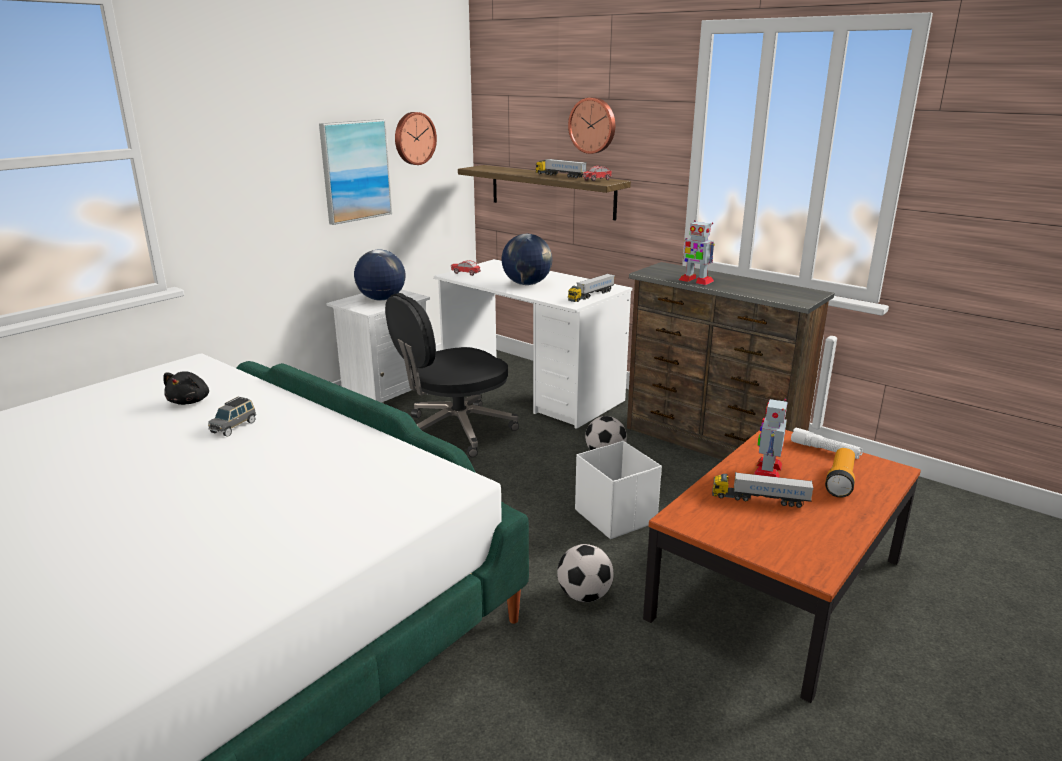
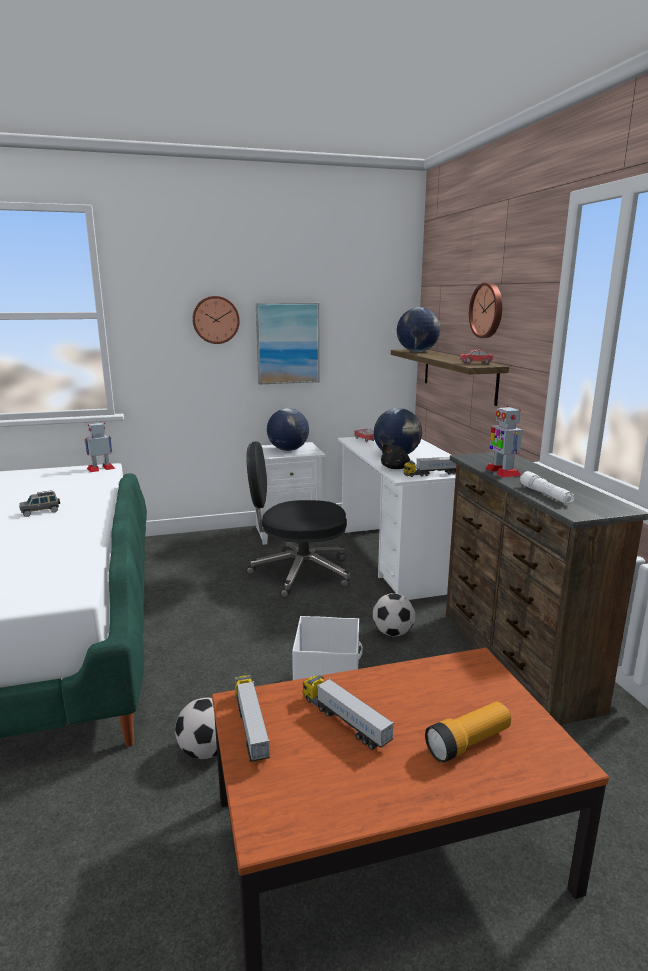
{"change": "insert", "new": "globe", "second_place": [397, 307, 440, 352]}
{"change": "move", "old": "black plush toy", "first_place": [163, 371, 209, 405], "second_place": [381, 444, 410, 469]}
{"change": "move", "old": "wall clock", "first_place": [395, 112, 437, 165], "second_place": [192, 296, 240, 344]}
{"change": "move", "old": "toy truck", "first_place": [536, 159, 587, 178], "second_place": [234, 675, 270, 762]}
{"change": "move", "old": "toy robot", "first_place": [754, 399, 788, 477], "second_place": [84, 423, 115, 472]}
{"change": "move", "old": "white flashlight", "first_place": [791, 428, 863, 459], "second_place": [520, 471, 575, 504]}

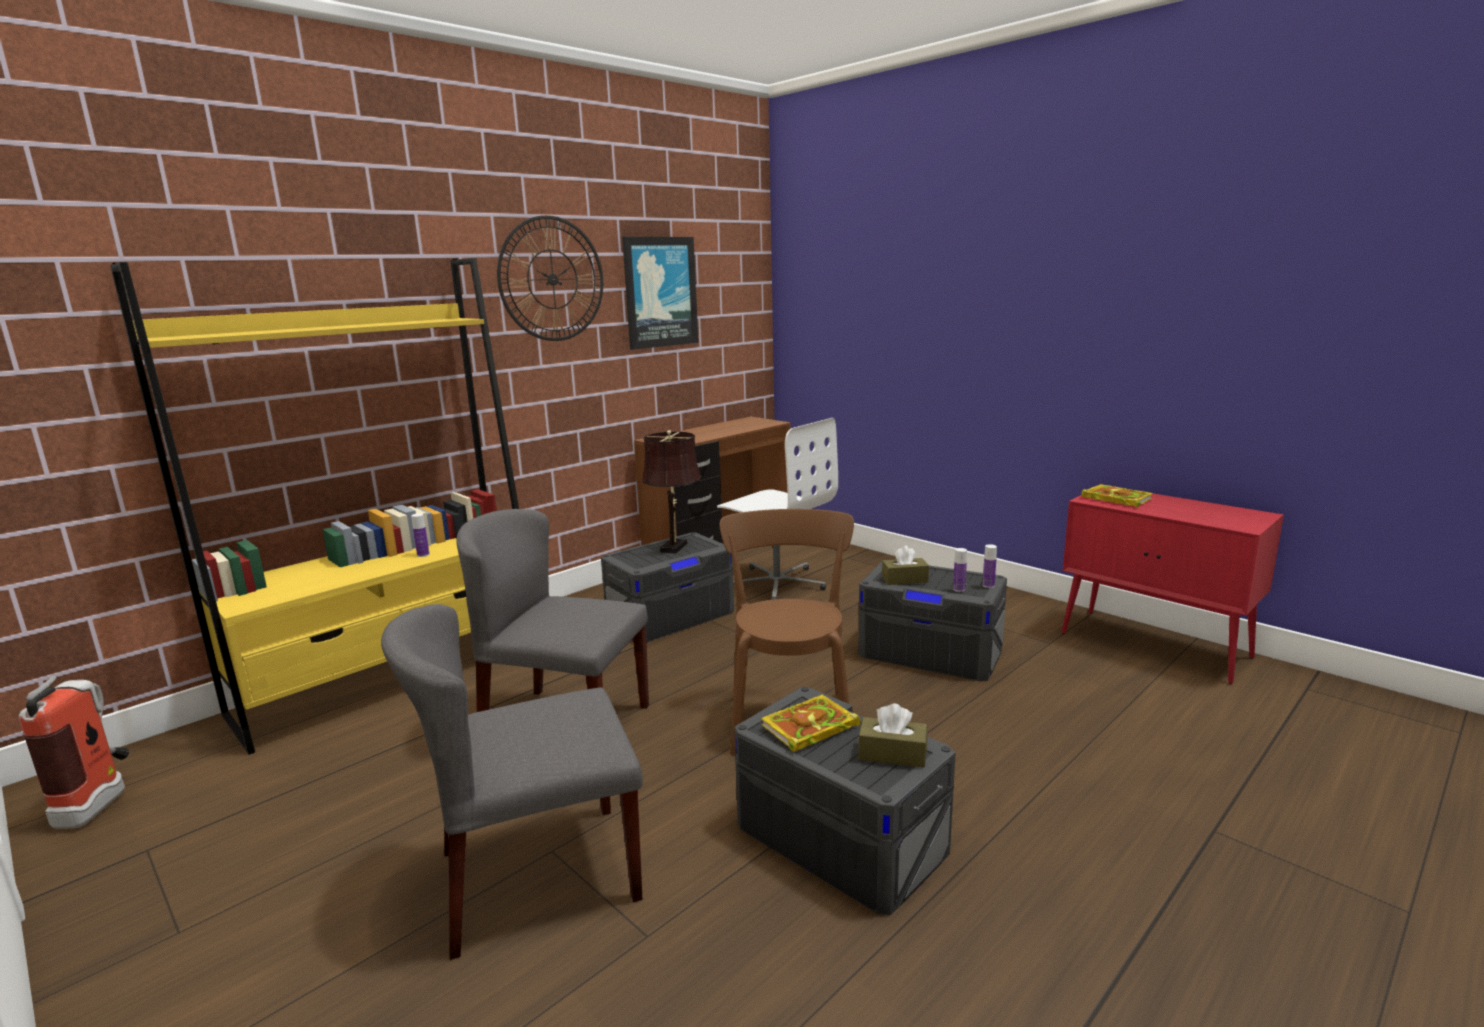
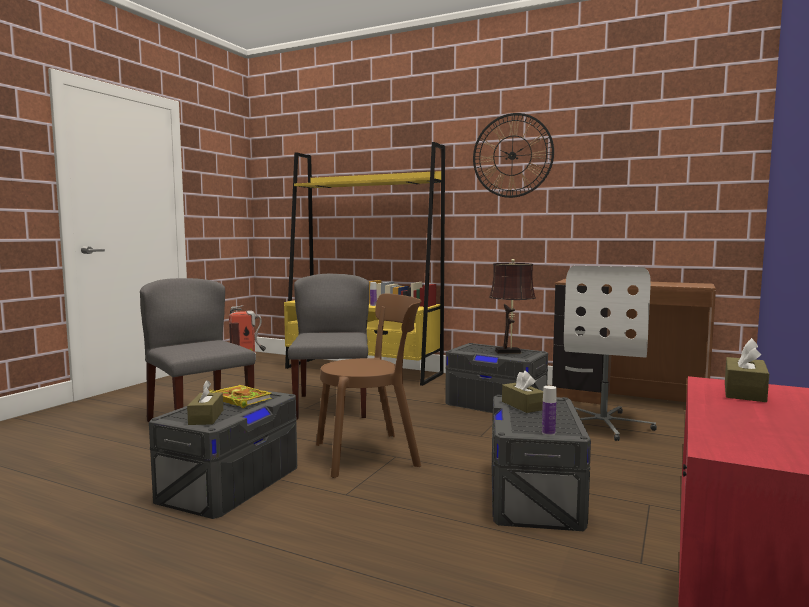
{"change": "delete", "old": "picture", "first_place": [622, 237, 698, 350]}
{"change": "delete", "old": "bottle", "first_place": [953, 548, 967, 592]}
{"change": "replace", "old": "book", "new": "brown tissue box", "first_place": [1081, 484, 1153, 508], "second_place": [725, 338, 769, 402]}

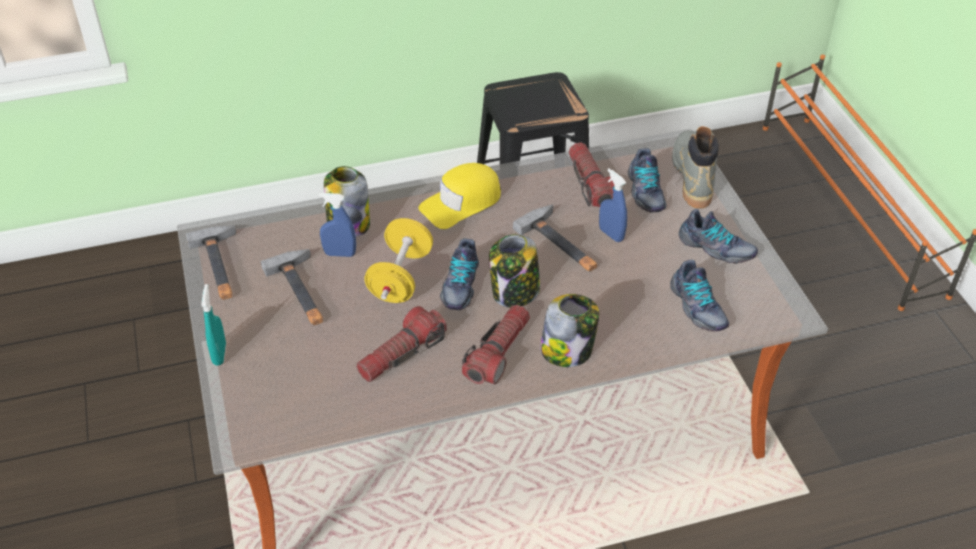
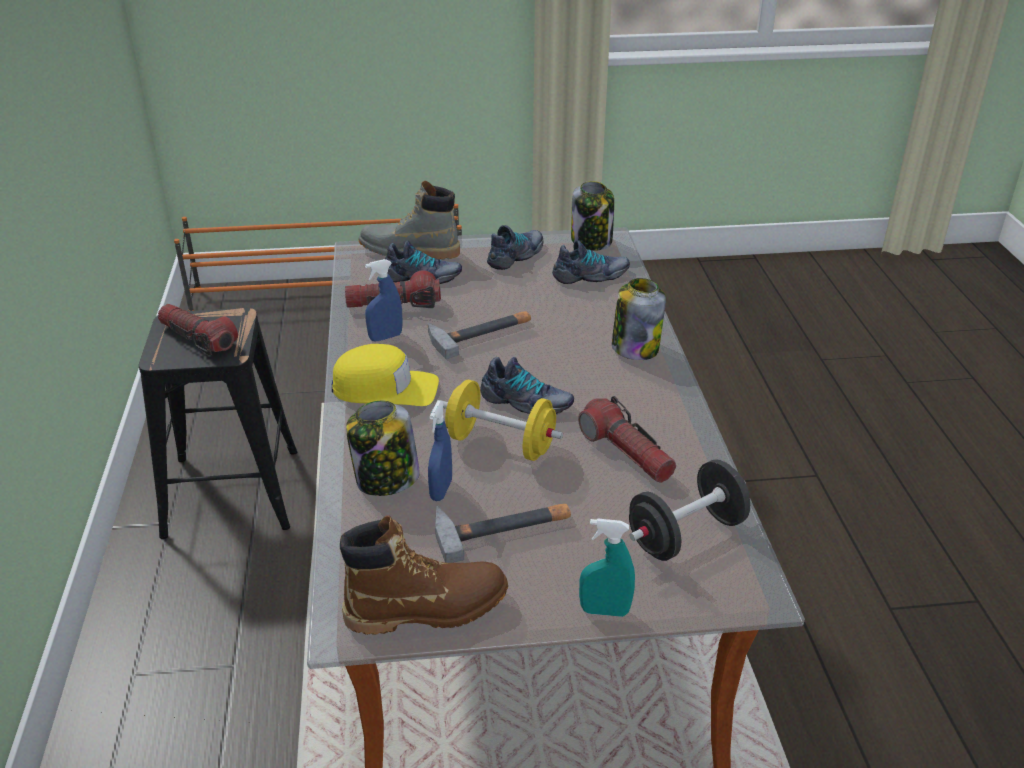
{"change": "insert", "new": "black dumbbell", "second_place": [629, 459, 750, 561]}
{"change": "move", "old": "flashlight", "first_place": [462, 305, 530, 384], "second_place": [158, 304, 238, 356]}
{"change": "move", "old": "jar", "first_place": [489, 234, 540, 308], "second_place": [571, 181, 614, 251]}
{"change": "move", "old": "blue spray bottle", "first_place": [599, 168, 627, 242], "second_place": [365, 259, 403, 341]}
{"change": "replace", "old": "hammer", "new": "brown boot", "first_place": [186, 226, 237, 300], "second_place": [340, 516, 508, 635]}
{"change": "rotate", "old": "yellow cap", "first_place": [418, 163, 501, 229], "second_place": [332, 344, 439, 406], "degrees": -60}

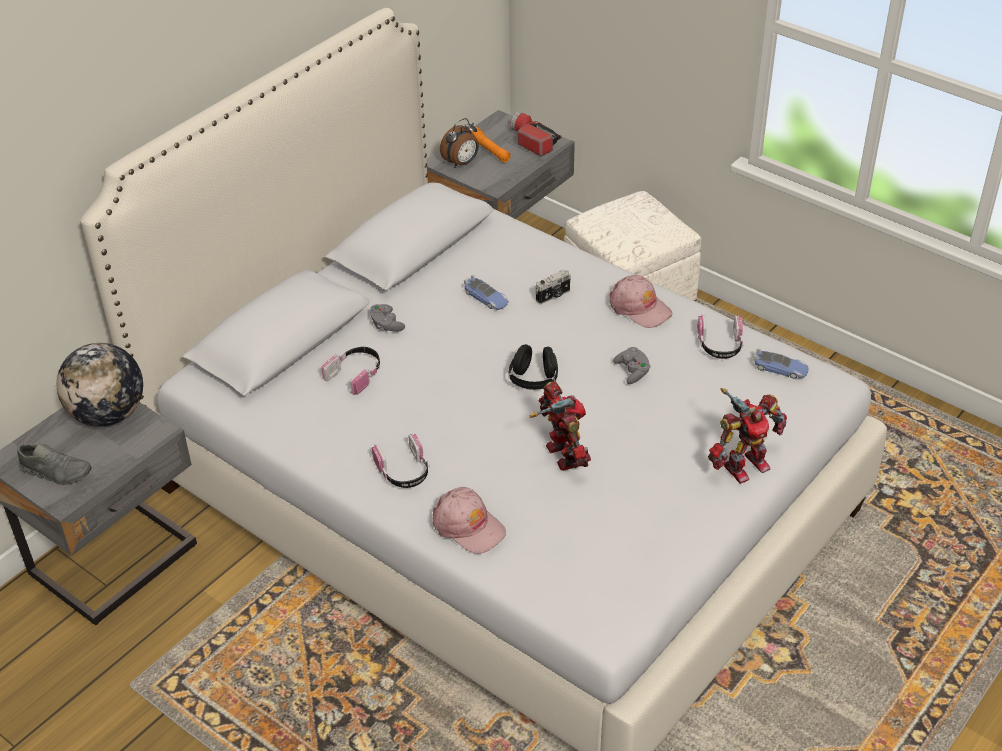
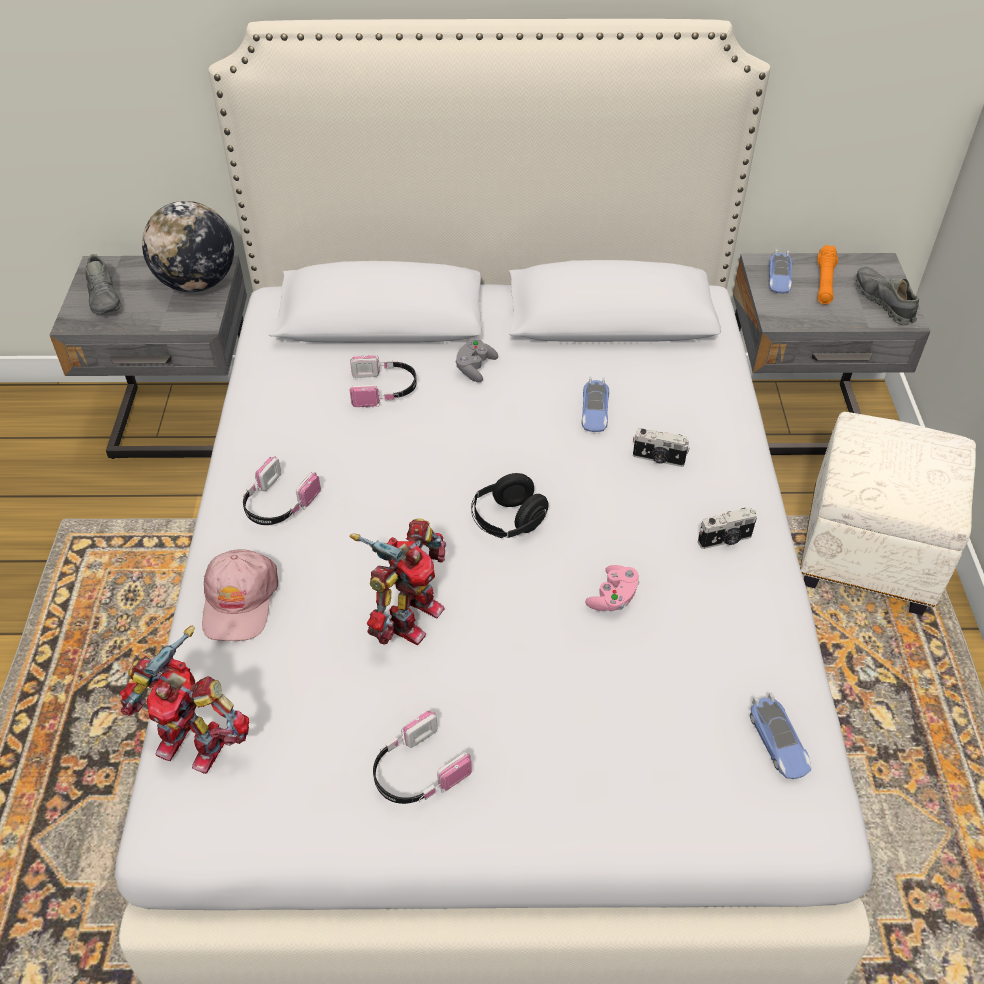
{"change": "move", "old": "headphones", "first_place": [698, 314, 743, 359], "second_place": [373, 711, 472, 804]}
{"change": "move", "old": "toy robot", "first_place": [708, 388, 787, 484], "second_place": [120, 626, 249, 774]}
{"change": "replace", "old": "alarm clock", "new": "toy car", "first_place": [440, 118, 479, 168], "second_place": [768, 249, 793, 293]}
{"change": "replace", "old": "flashlight", "new": "grey shoe", "first_place": [510, 111, 562, 156], "second_place": [856, 267, 919, 325]}
{"change": "replace", "old": "pink cap", "new": "photo camera", "first_place": [610, 275, 672, 328], "second_place": [698, 507, 757, 549]}
{"change": "recolor", "old": "grey game controller", "new": "pink game controller", "first_place": [613, 347, 650, 384], "second_place": [585, 565, 639, 611]}

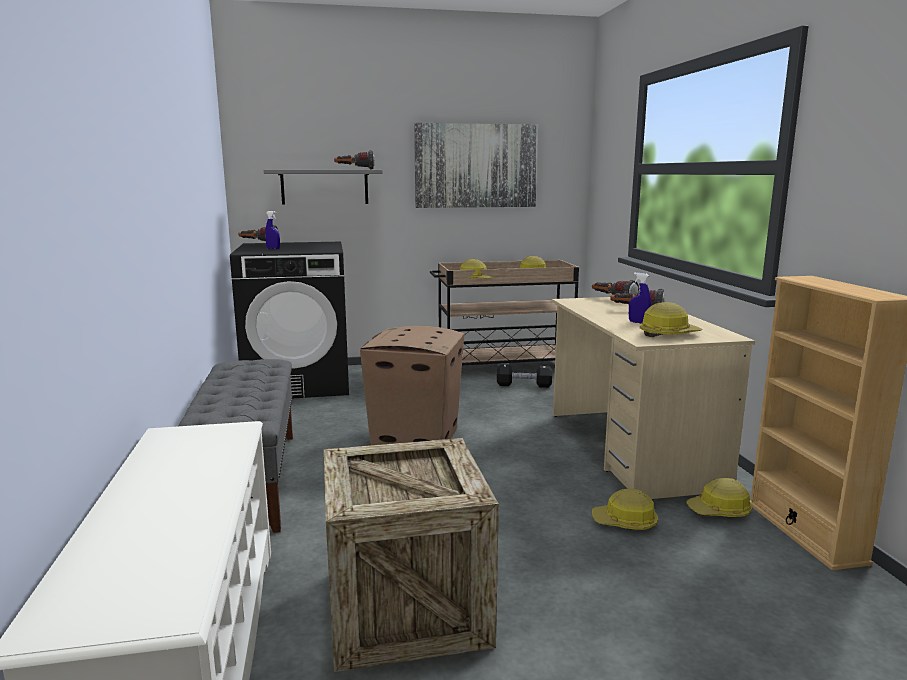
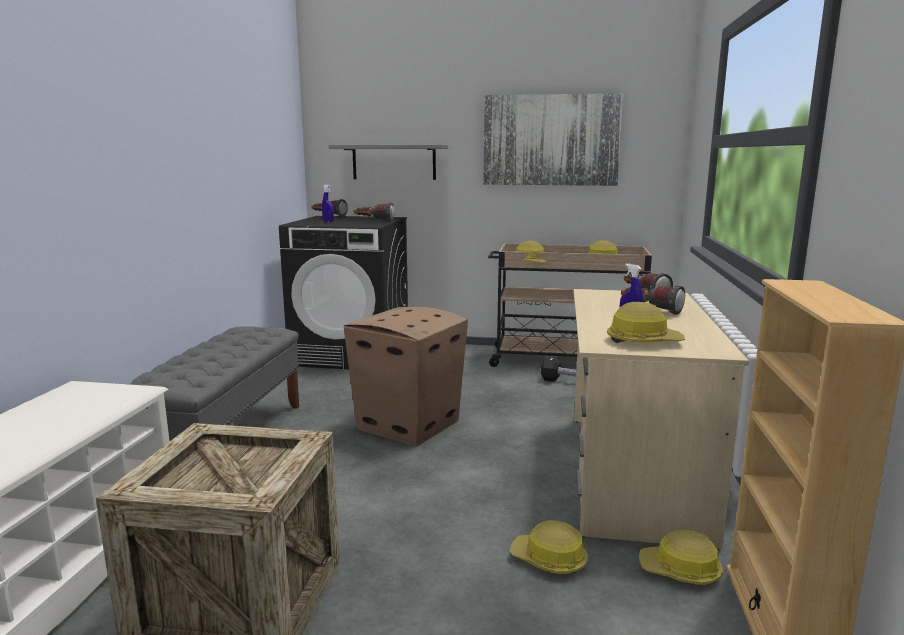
{"change": "move", "old": "flashlight", "first_place": [334, 150, 375, 169], "second_place": [354, 202, 395, 221]}

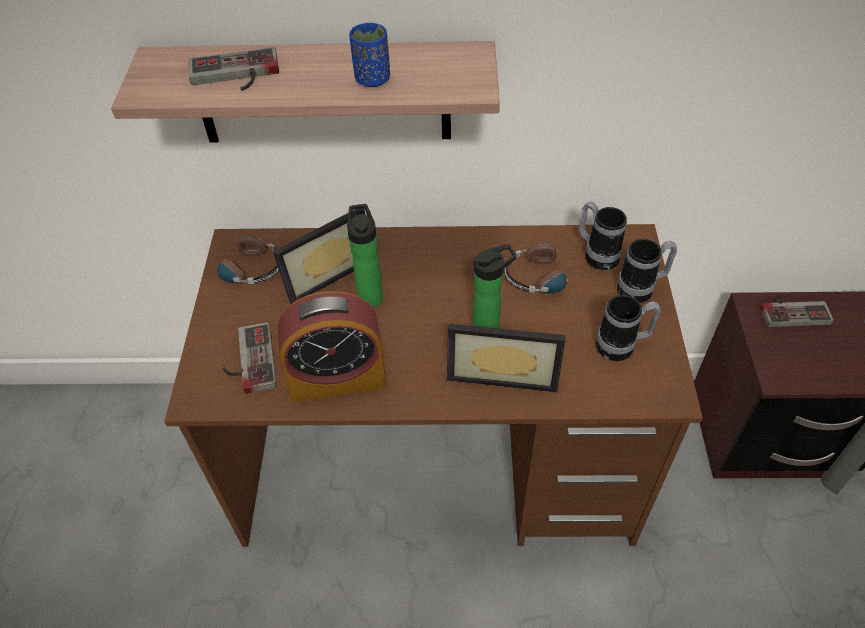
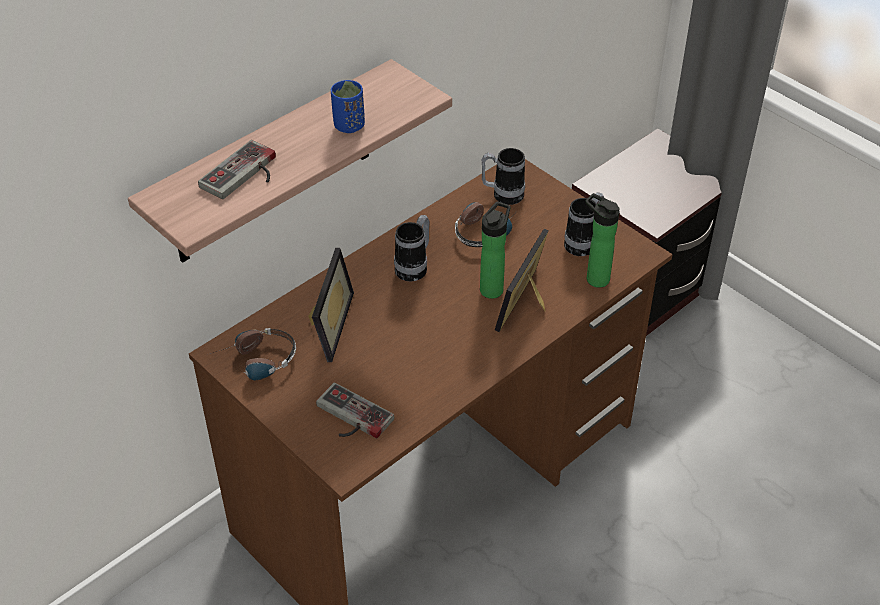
{"change": "delete", "old": "alarm clock", "first_place": [278, 291, 387, 403]}
{"change": "delete", "old": "game controller", "first_place": [760, 293, 834, 327]}
{"change": "move", "old": "bottle", "first_place": [347, 204, 383, 308], "second_place": [585, 193, 620, 288]}
{"change": "move", "old": "mug", "first_place": [617, 239, 677, 303], "second_place": [394, 215, 430, 282]}
{"change": "rotate", "old": "picture frame", "first_place": [447, 324, 566, 392], "second_place": [495, 229, 549, 332], "degrees": 150}

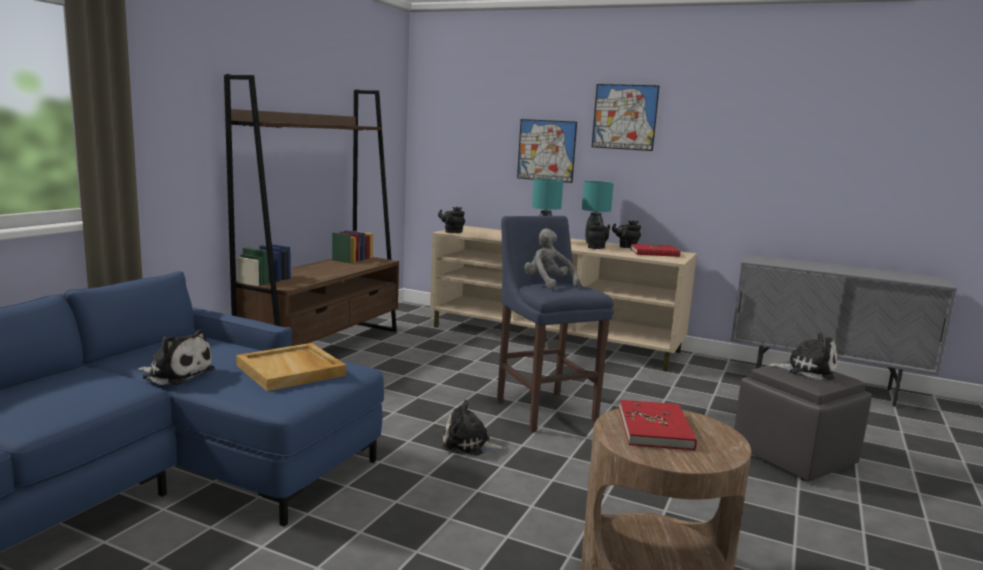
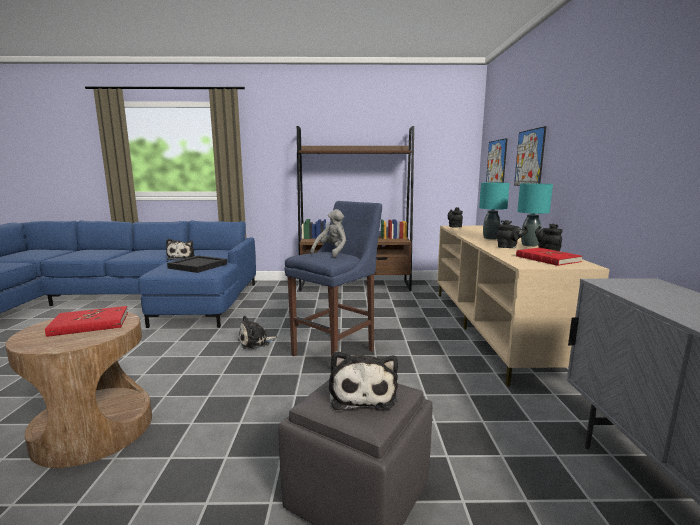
{"change": "move", "old": "picture", "first_place": [592, 84, 659, 151], "second_place": [486, 138, 508, 183]}
{"change": "recolor", "old": "beige tray", "new": "black tray", "first_place": [236, 343, 346, 391], "second_place": [167, 255, 227, 273]}
{"change": "rotate", "old": "plush toy", "first_place": [442, 400, 506, 456], "second_place": [238, 315, 278, 350], "degrees": -105}

